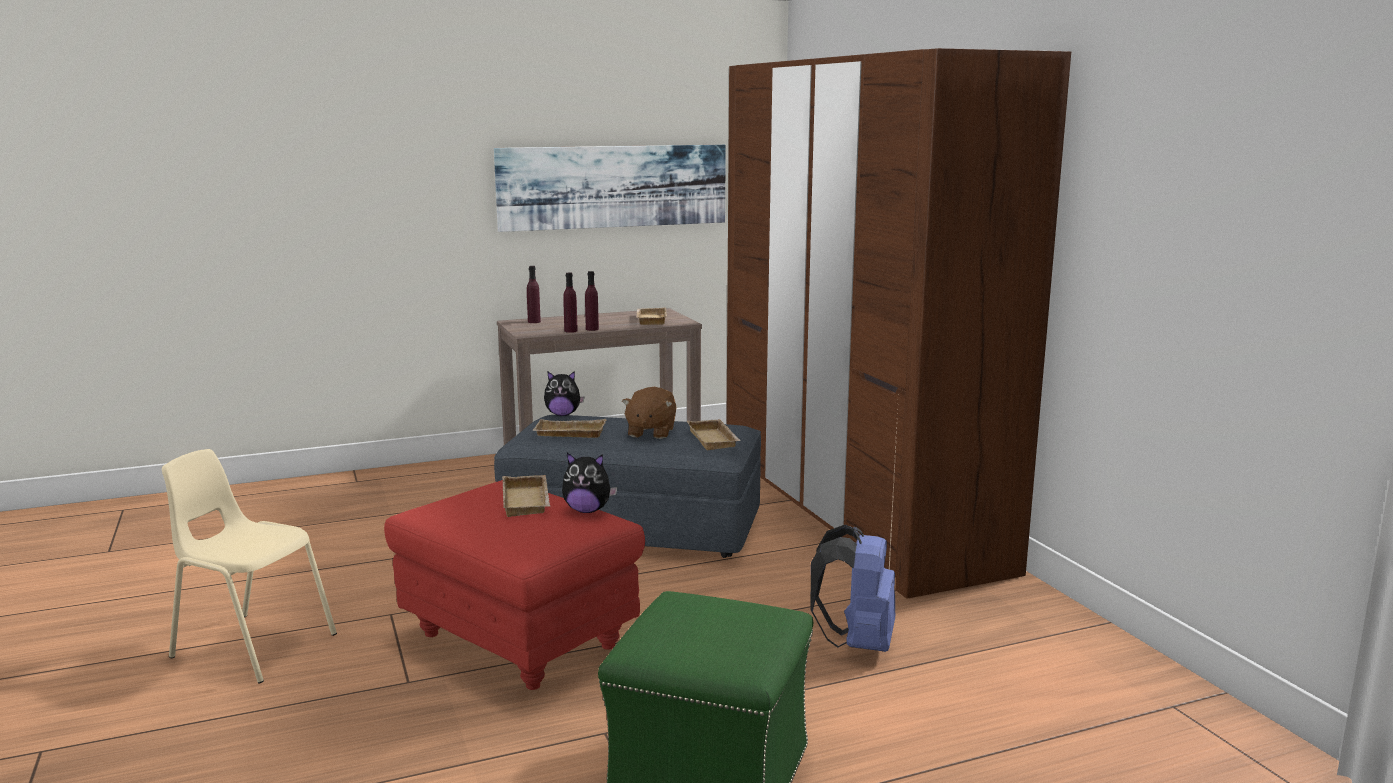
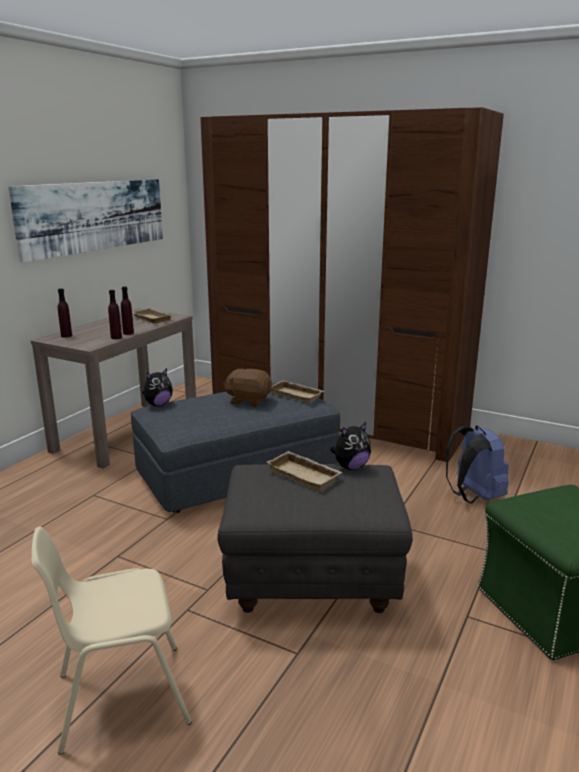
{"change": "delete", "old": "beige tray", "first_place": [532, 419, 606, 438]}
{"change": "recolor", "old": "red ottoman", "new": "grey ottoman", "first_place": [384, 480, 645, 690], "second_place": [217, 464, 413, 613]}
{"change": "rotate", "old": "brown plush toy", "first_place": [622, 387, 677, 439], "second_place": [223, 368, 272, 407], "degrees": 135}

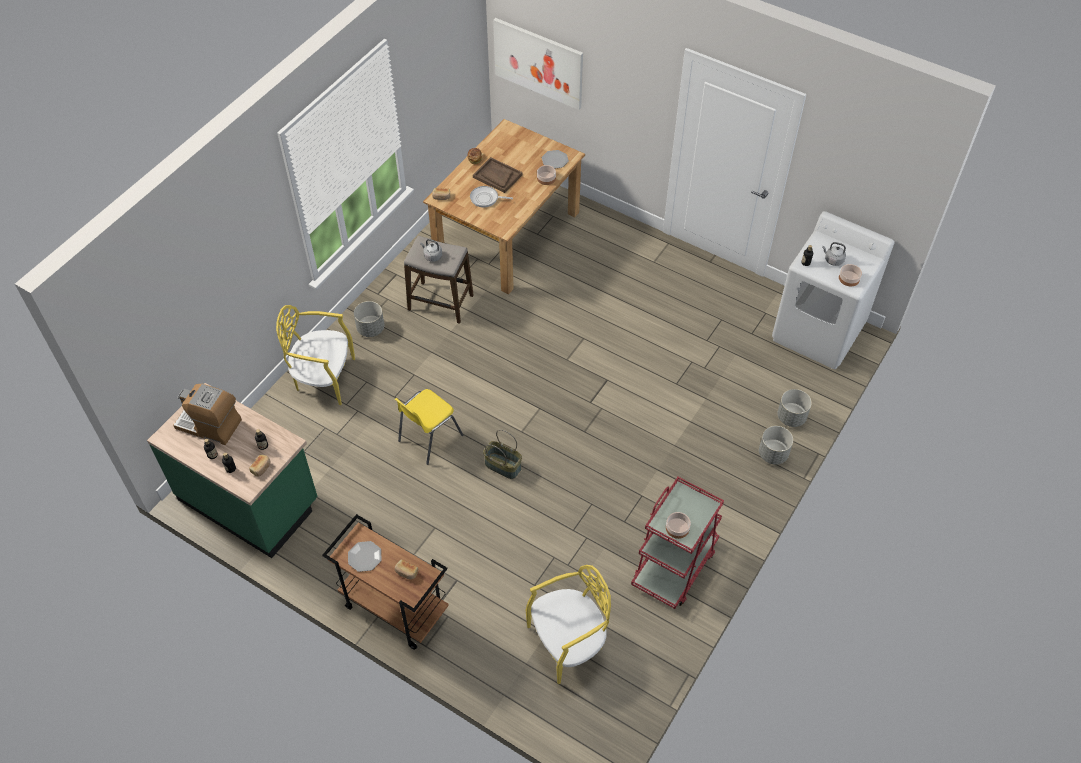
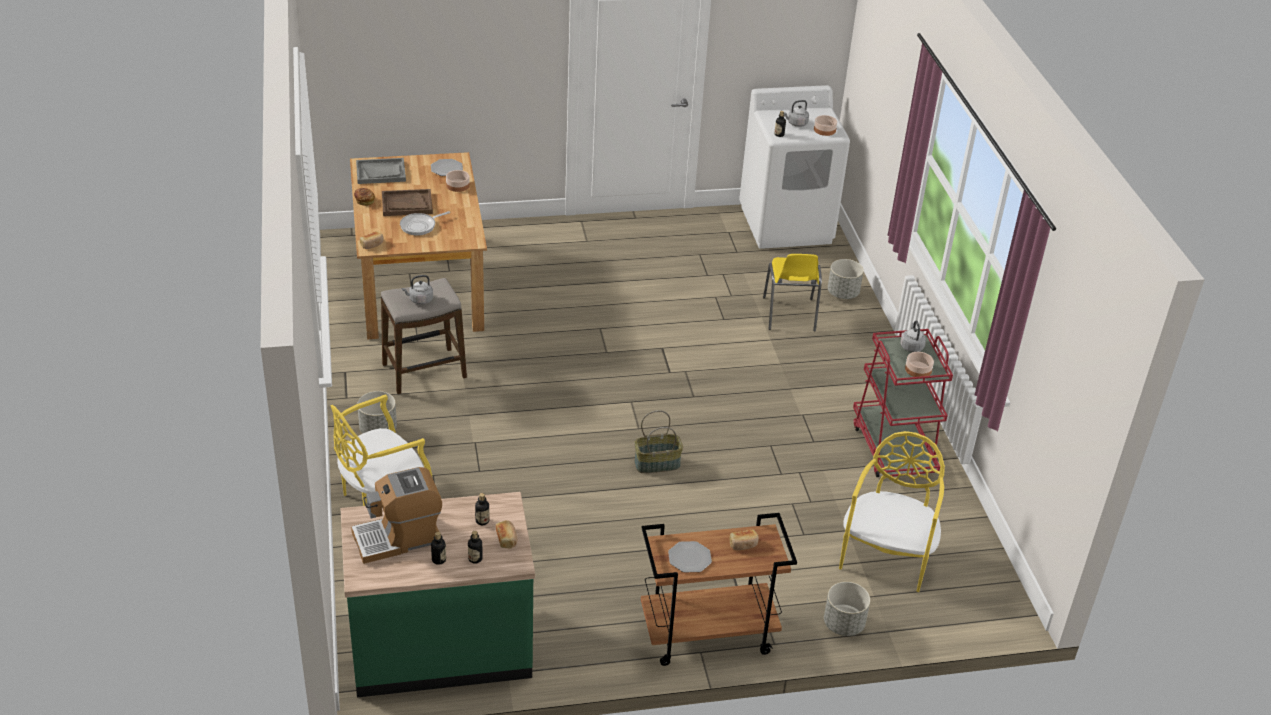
{"change": "delete", "old": "picture", "first_place": [493, 18, 583, 110]}
{"change": "insert", "new": "grey tray", "second_place": [356, 158, 406, 184]}
{"change": "insert", "new": "grey kettle", "second_place": [900, 320, 926, 352]}
{"change": "move", "old": "yellow chair", "first_place": [395, 389, 464, 465], "second_place": [763, 254, 822, 331]}
{"change": "move", "old": "grey planter", "first_place": [759, 426, 793, 465], "second_place": [824, 582, 870, 636]}

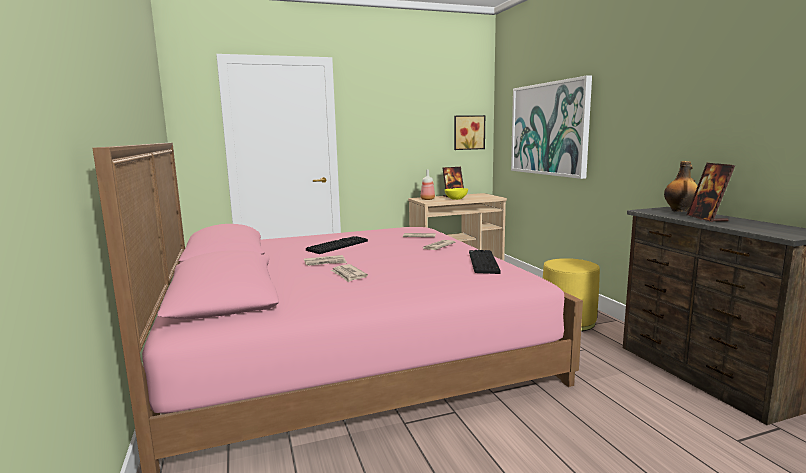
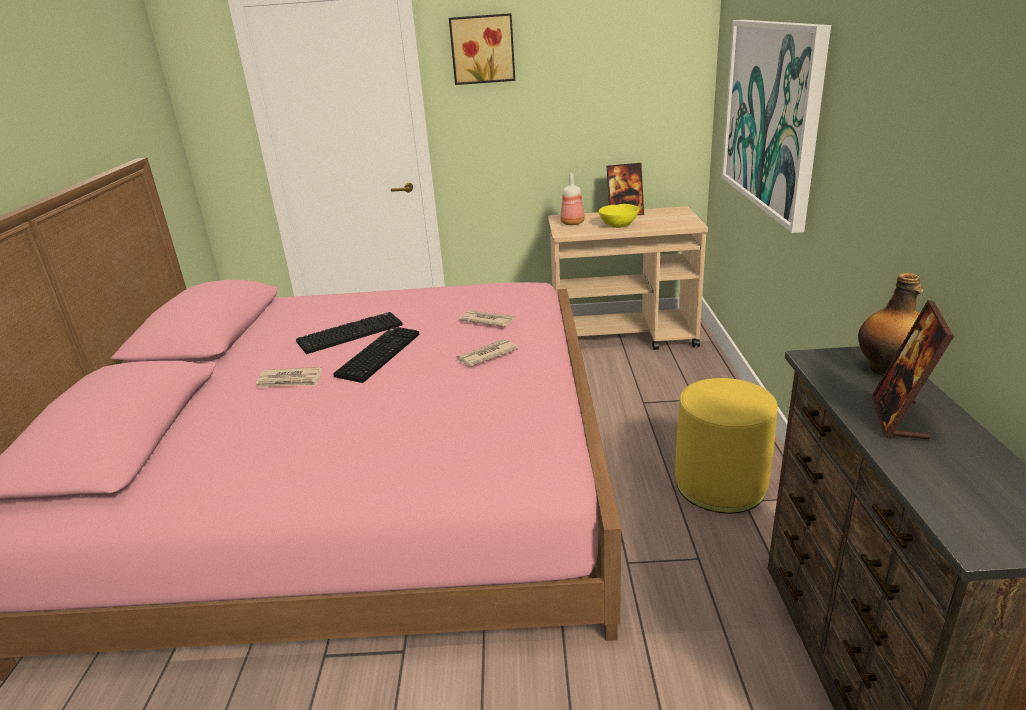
{"change": "delete", "old": "newspaper", "first_place": [331, 264, 368, 282]}
{"change": "move", "old": "picture", "first_place": [454, 115, 485, 150], "second_place": [449, 13, 515, 85]}
{"change": "move", "old": "keyboard", "first_place": [469, 250, 501, 274], "second_place": [333, 327, 419, 383]}

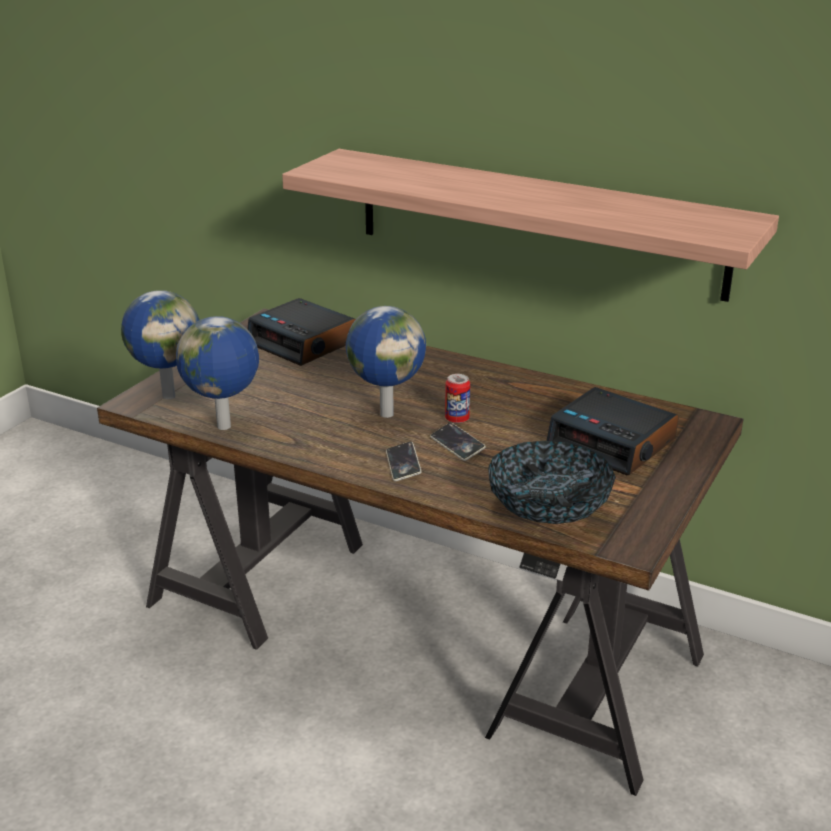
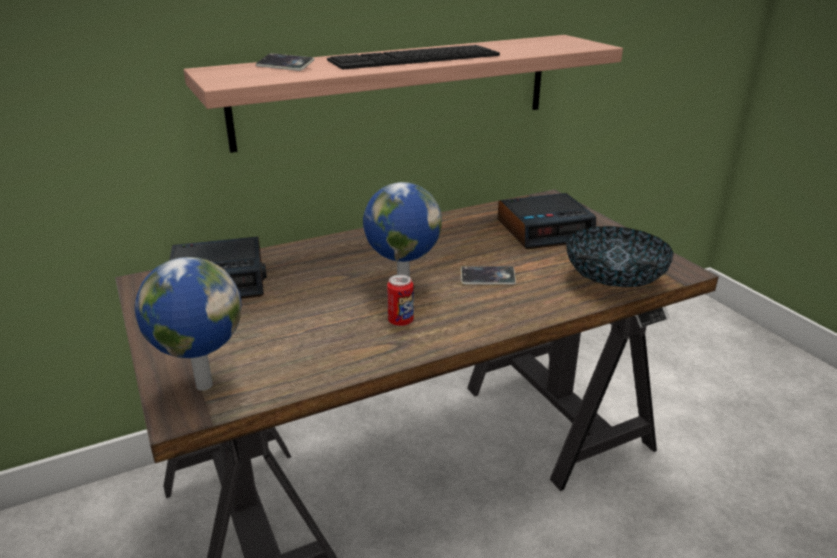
{"change": "delete", "old": "globe", "first_place": [176, 316, 259, 430]}
{"change": "insert", "new": "keyboard", "second_place": [327, 45, 500, 70]}
{"change": "move", "old": "phone", "first_place": [386, 441, 422, 481], "second_place": [256, 53, 314, 71]}
{"change": "move", "old": "can", "first_place": [445, 374, 470, 423], "second_place": [387, 275, 414, 326]}

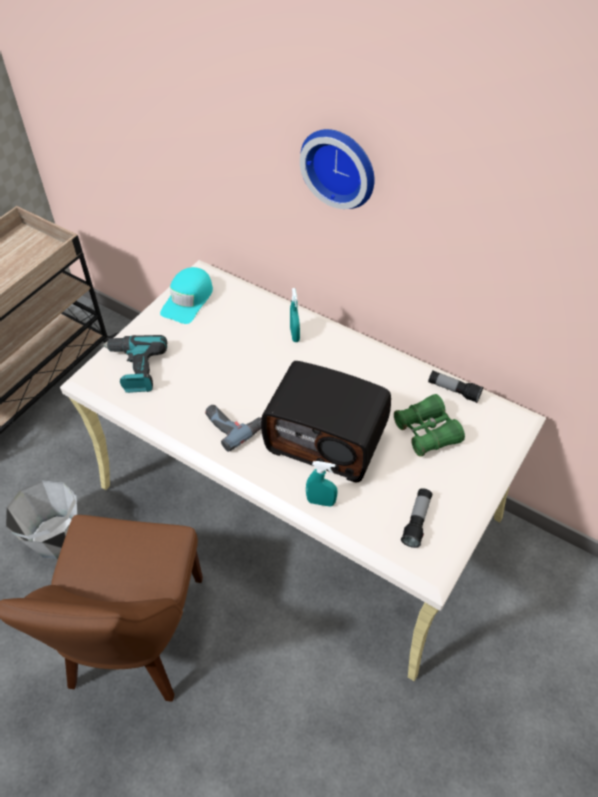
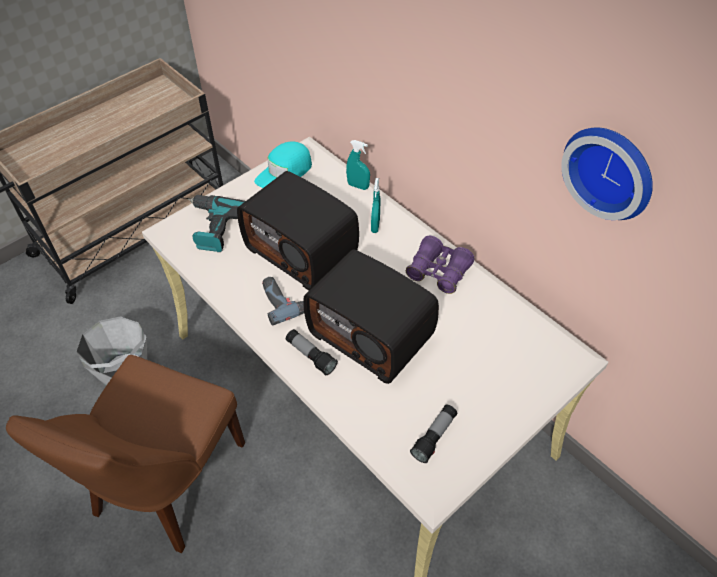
{"change": "delete", "old": "green binoculars", "first_place": [394, 394, 465, 457]}
{"change": "insert", "new": "radio", "second_place": [237, 171, 359, 290]}
{"change": "insert", "new": "purple binoculars", "second_place": [406, 236, 474, 294]}
{"change": "move", "old": "wall clock", "first_place": [300, 129, 375, 209], "second_place": [561, 127, 653, 220]}
{"change": "move", "old": "turquoise spray bottle", "first_place": [306, 461, 338, 507], "second_place": [346, 140, 370, 190]}
{"change": "move", "old": "flashlight", "first_place": [428, 370, 483, 403], "second_place": [286, 329, 338, 375]}

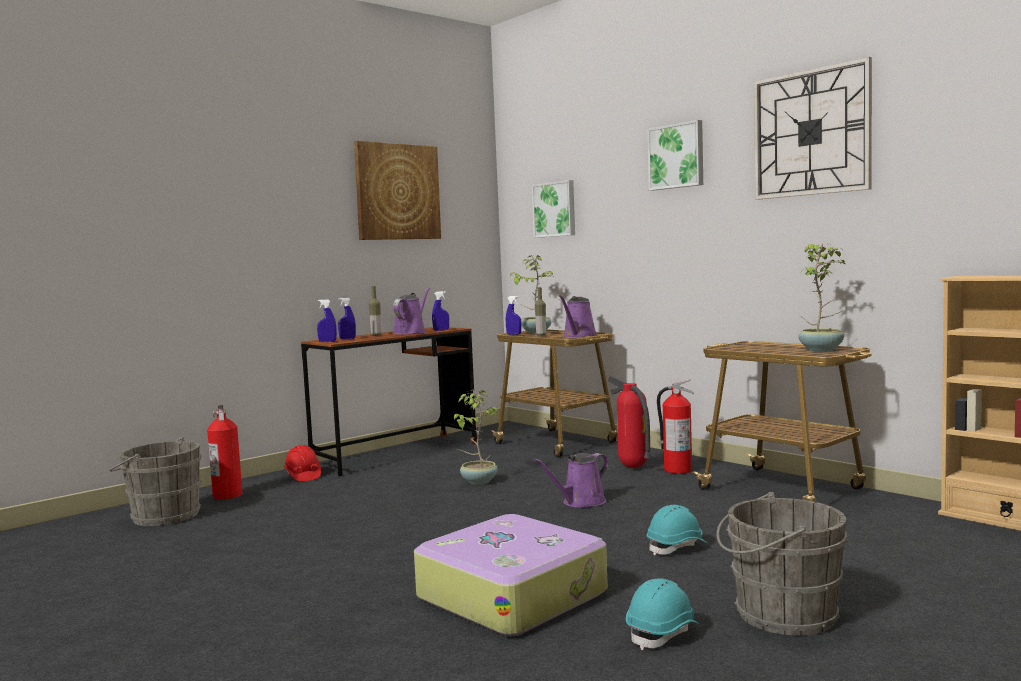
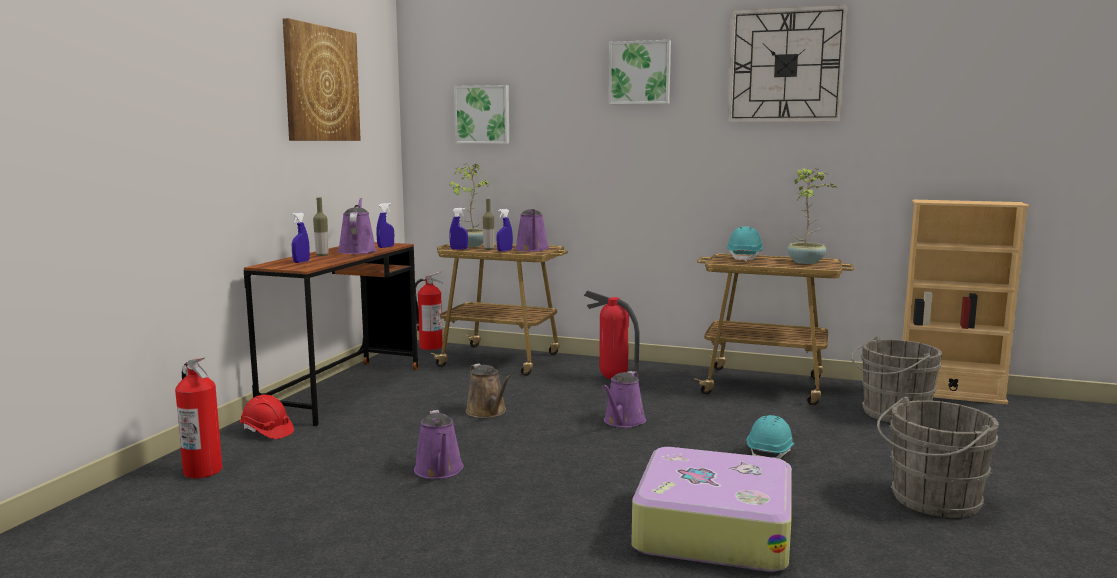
{"change": "insert", "new": "purple watering can", "second_place": [414, 410, 464, 479]}
{"change": "move", "old": "grey bucket", "first_place": [109, 437, 202, 526], "second_place": [851, 336, 942, 422]}
{"change": "move", "old": "blue spray bottle", "first_place": [317, 299, 337, 342], "second_place": [497, 209, 513, 251]}
{"change": "move", "old": "turquoise hard hat", "first_place": [626, 578, 700, 650], "second_place": [727, 226, 764, 262]}
{"change": "move", "old": "fire extinguisher", "first_place": [657, 379, 694, 474], "second_place": [415, 271, 444, 350]}
{"change": "replace", "old": "potted plant", "new": "brown watering can", "first_place": [453, 390, 498, 485], "second_place": [466, 364, 512, 418]}

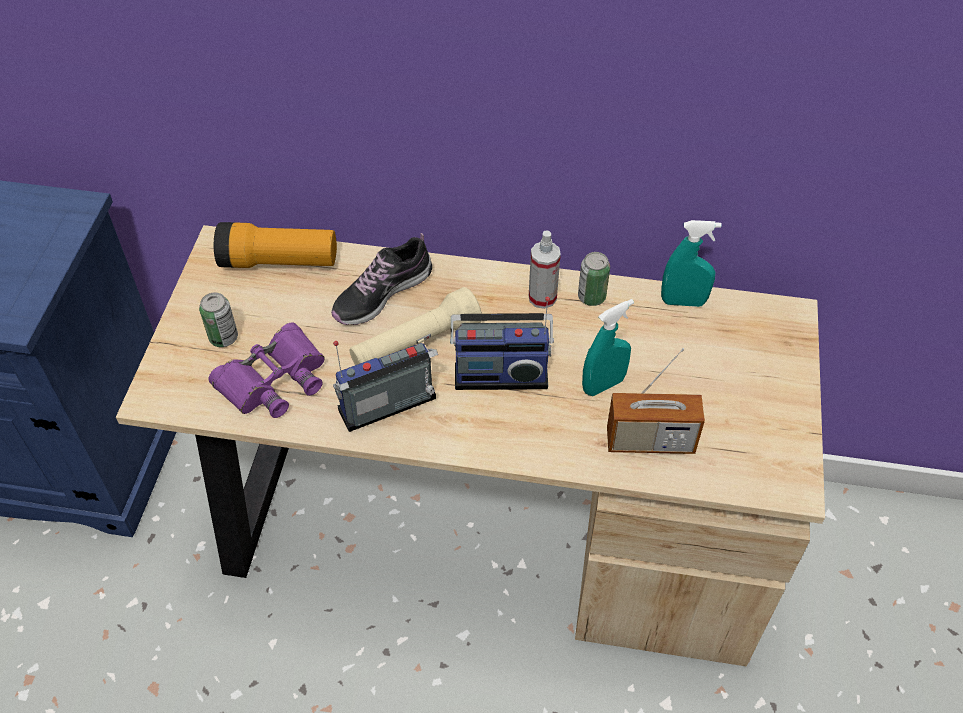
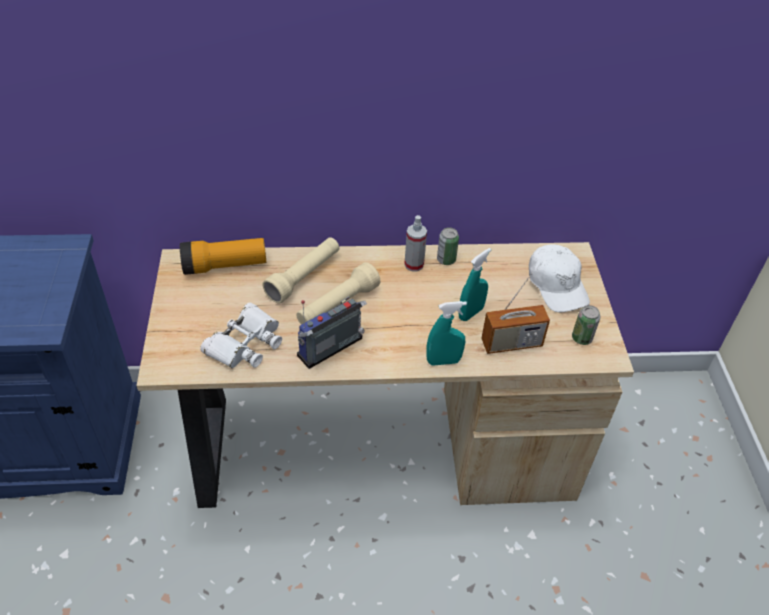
{"change": "delete", "old": "radio", "first_place": [450, 297, 554, 390]}
{"change": "insert", "new": "white cap", "second_place": [529, 244, 590, 313]}
{"change": "move", "old": "can", "first_place": [199, 293, 238, 347], "second_place": [572, 305, 600, 345]}
{"change": "move", "old": "turquoise spray bottle", "first_place": [661, 220, 722, 307], "second_place": [426, 301, 467, 366]}
{"change": "replace", "old": "shoe", "new": "beige flashlight", "first_place": [331, 233, 432, 325], "second_place": [263, 237, 339, 304]}
{"change": "recolor", "old": "purple binoculars", "new": "white binoculars", "first_place": [208, 322, 325, 418], "second_place": [200, 302, 282, 368]}

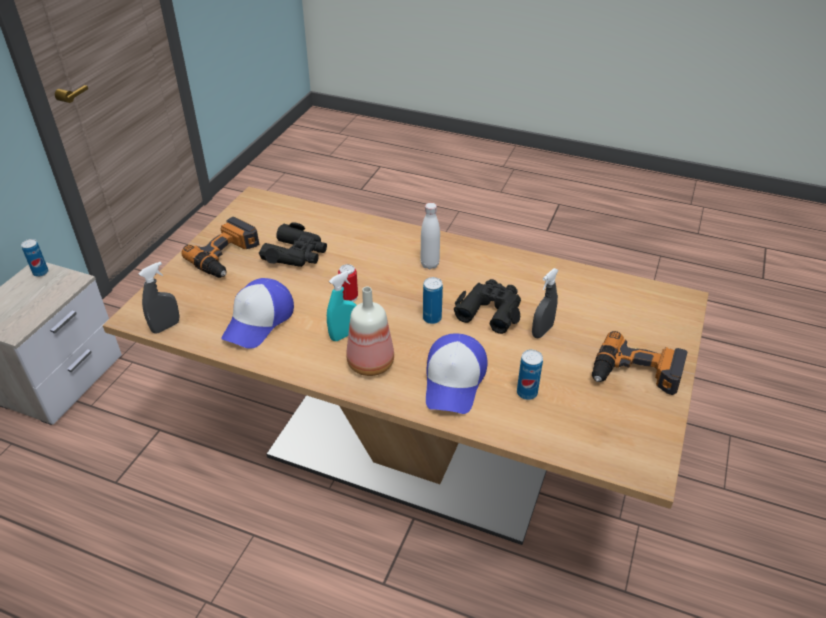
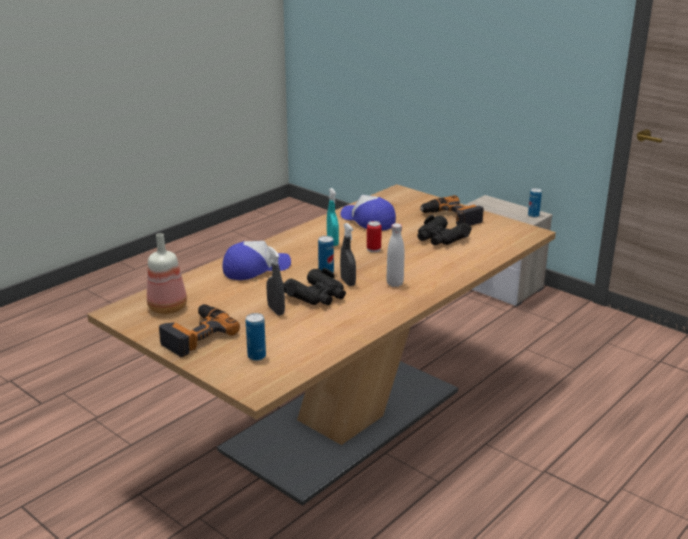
{"change": "move", "old": "grey spray bottle", "first_place": [139, 261, 179, 334], "second_place": [340, 223, 356, 286]}
{"change": "move", "old": "bottle", "first_place": [346, 286, 394, 376], "second_place": [147, 233, 187, 314]}
{"change": "move", "old": "can", "first_place": [517, 350, 543, 400], "second_place": [246, 313, 266, 361]}
{"change": "rotate", "old": "cap", "first_place": [426, 333, 488, 414], "second_place": [222, 241, 291, 280], "degrees": 120}

